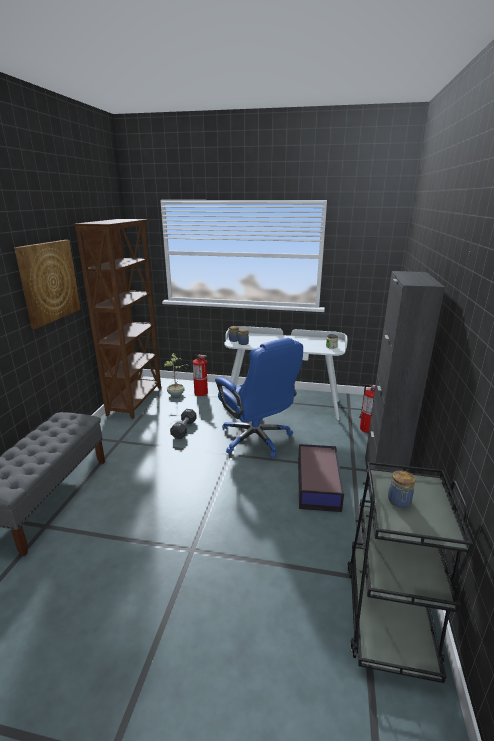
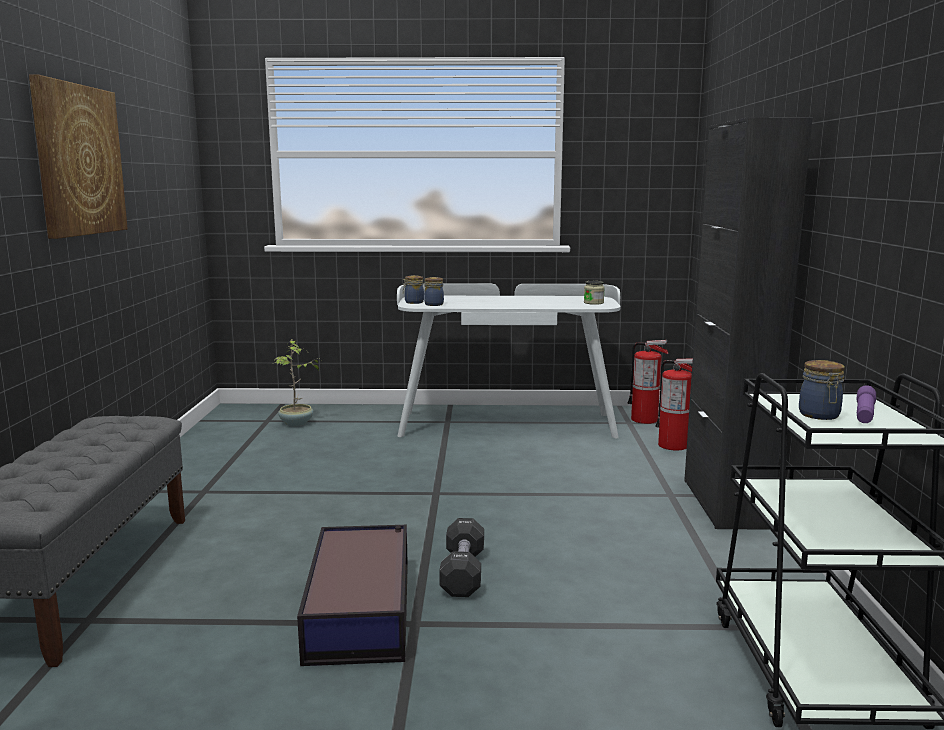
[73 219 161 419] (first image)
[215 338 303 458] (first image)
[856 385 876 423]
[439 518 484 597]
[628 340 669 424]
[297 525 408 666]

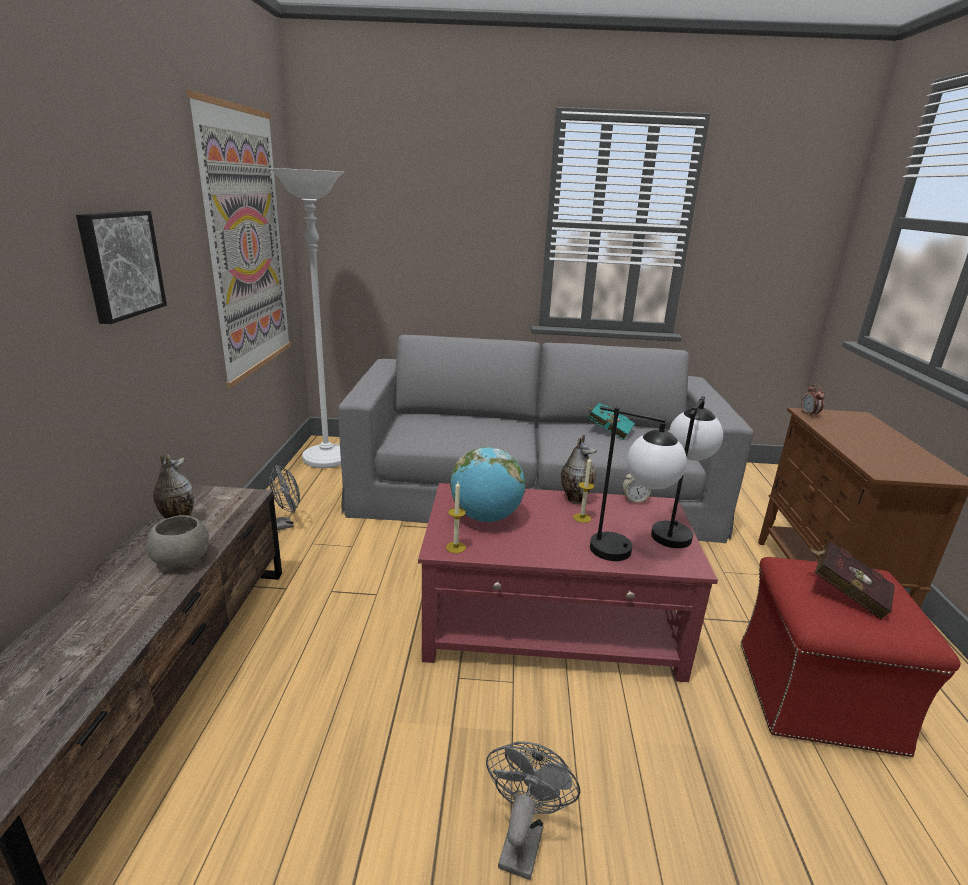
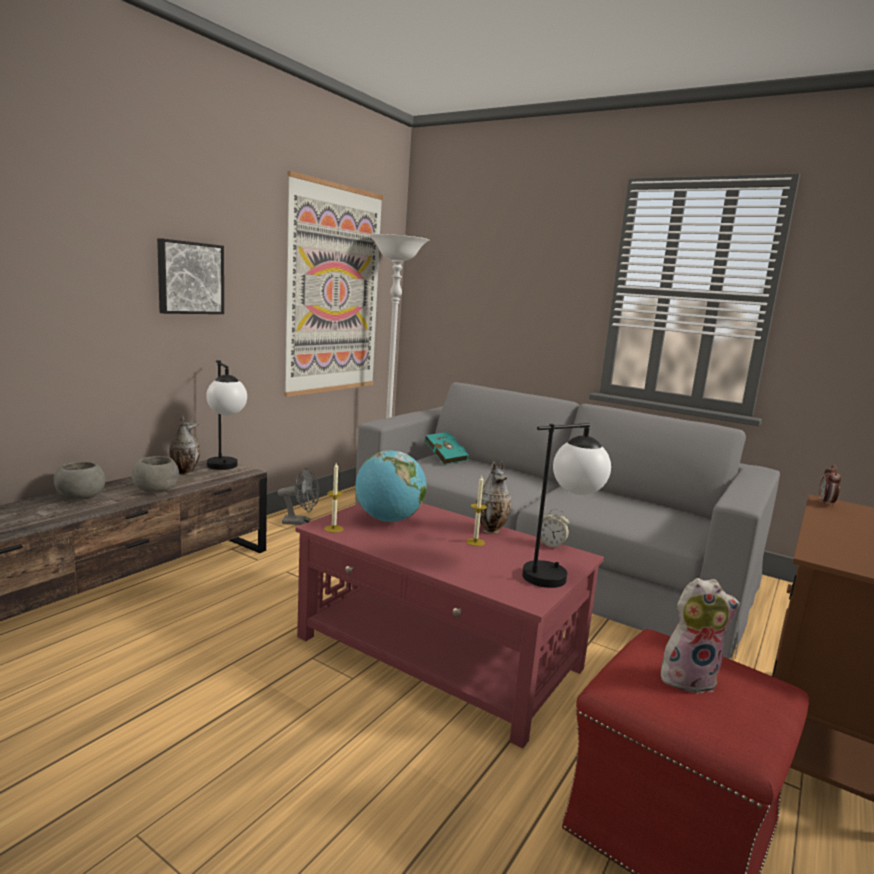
[486 741 580 880] (first image)
[53 462 105 500]
[424 432 469 465]
[206 360 247 470]
[661 578 740 694]

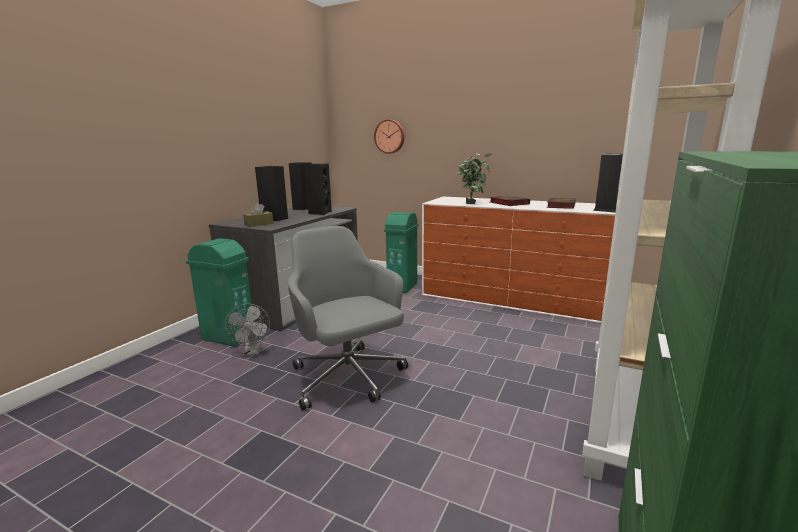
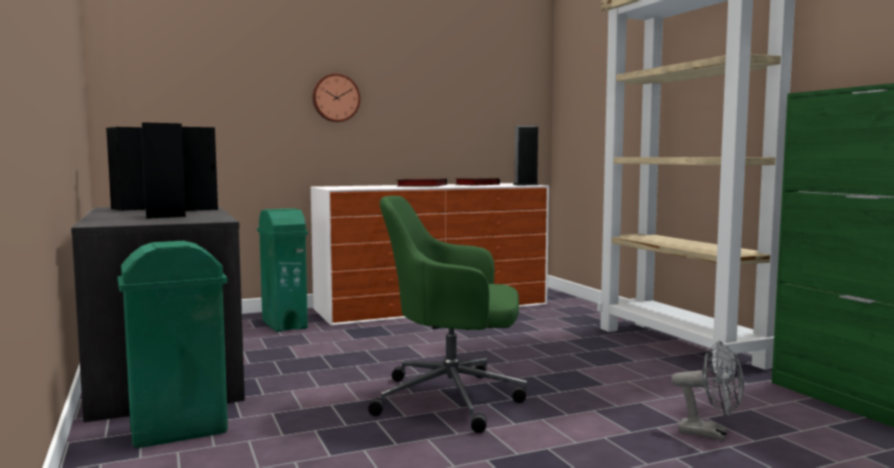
[243 203 273 227] (first image)
[455 153 491 204] (first image)
[671 340 744 440]
[312 73 360 122]
[368 196 527 433]

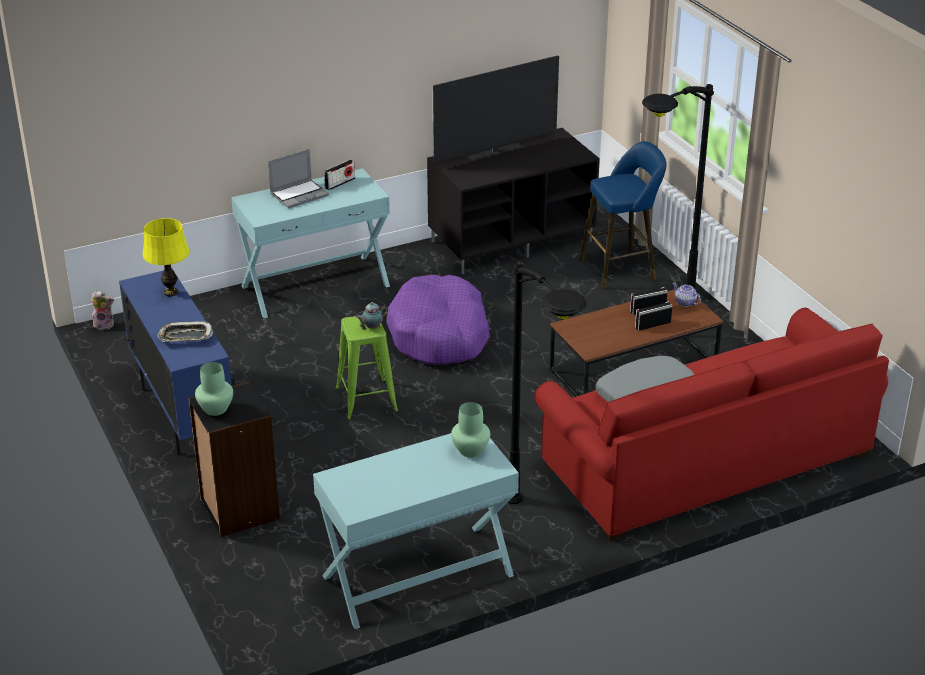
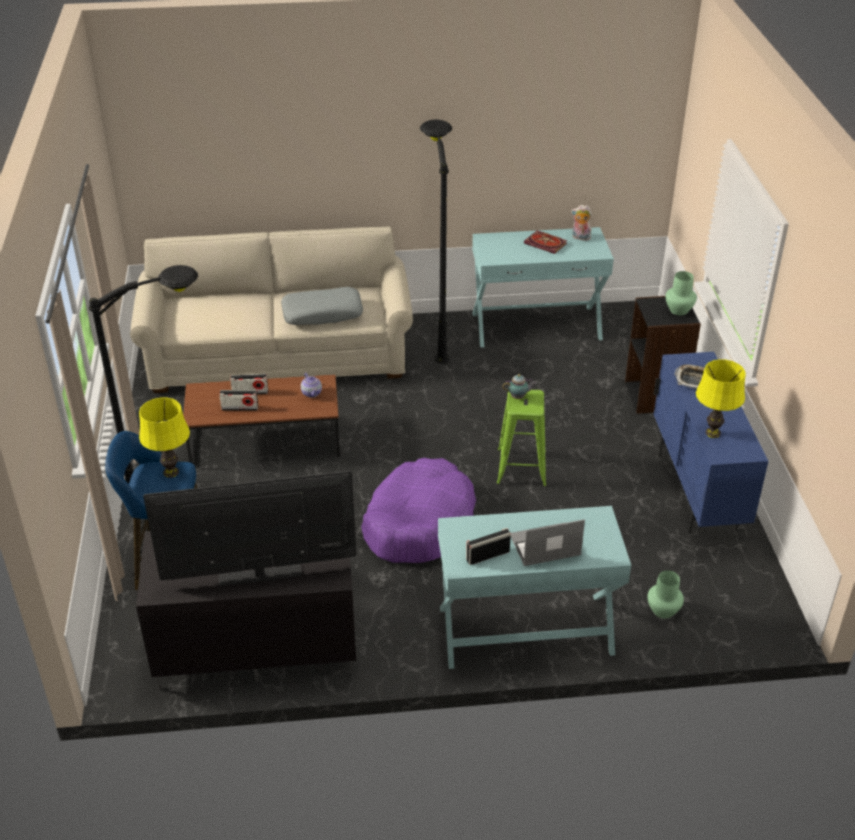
[139 398 190 478]
[524 230 567 254]
[571 205 592 241]
[647 570 684 619]
[301 373 322 398]
[130 227 413 393]

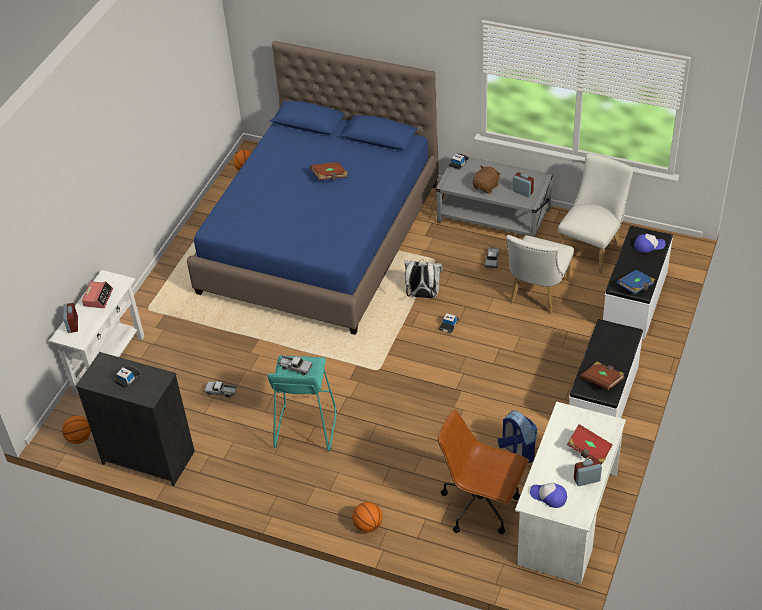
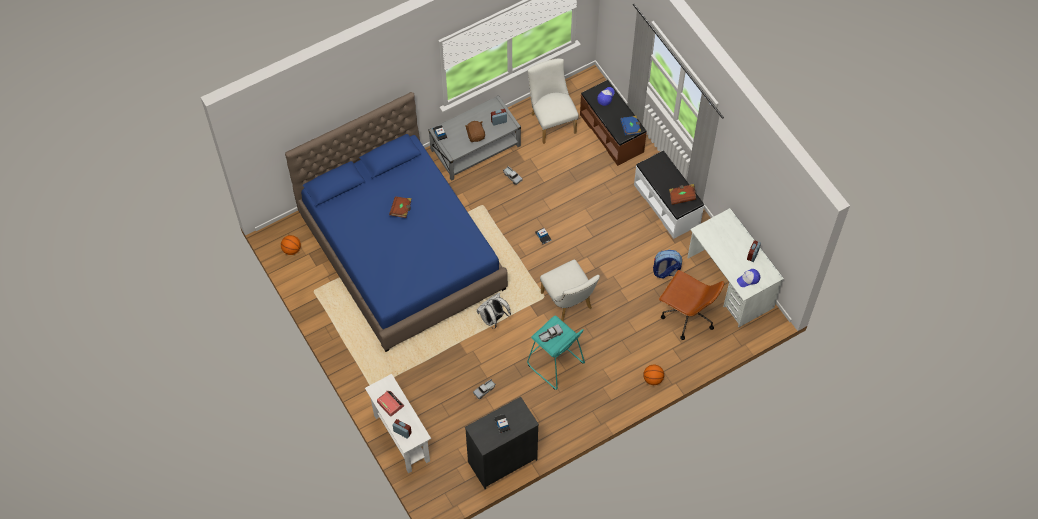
[62 416 91 444] (first image)
[567 424 613 465] (first image)
[477 292 511 329]
[540 260 600 322]
[580 80 647 166]
[659 270 724 340]

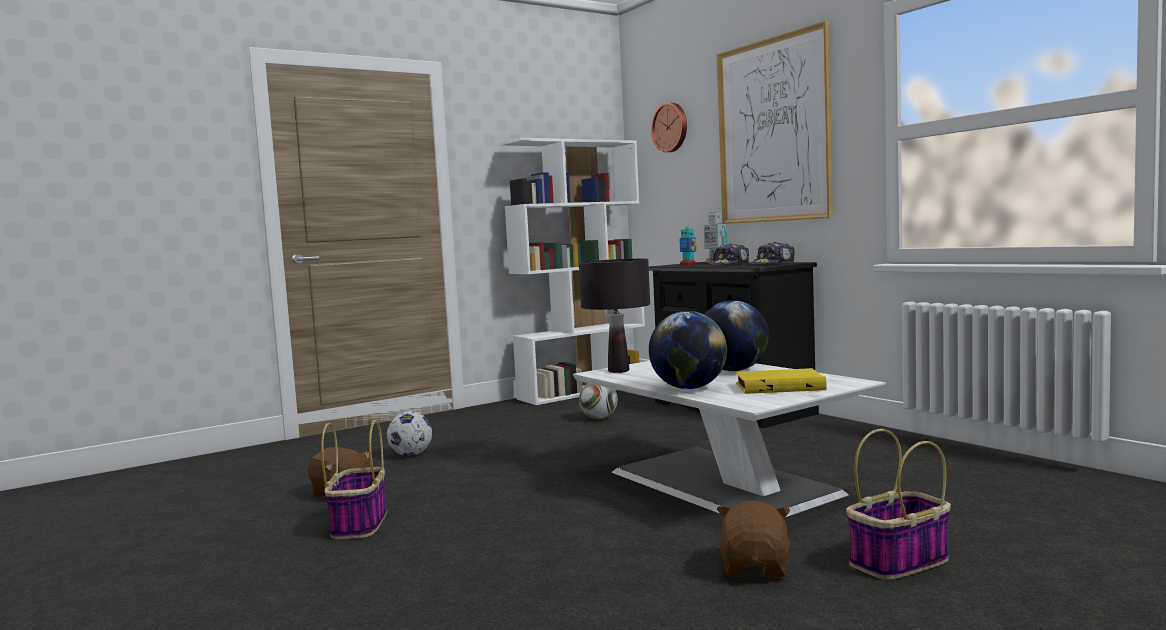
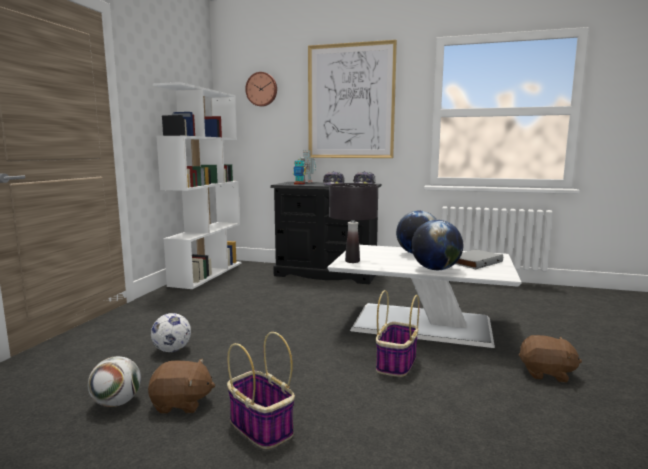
[88 356 141 407]
[376 290 420 377]
[455 249 503 269]
[519 335 582 383]

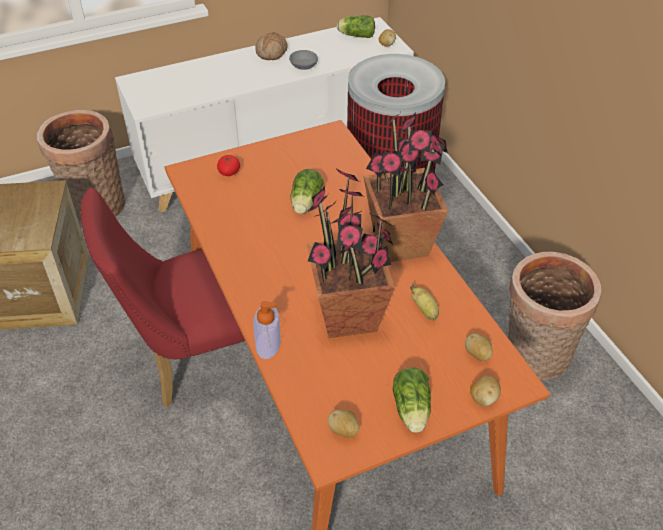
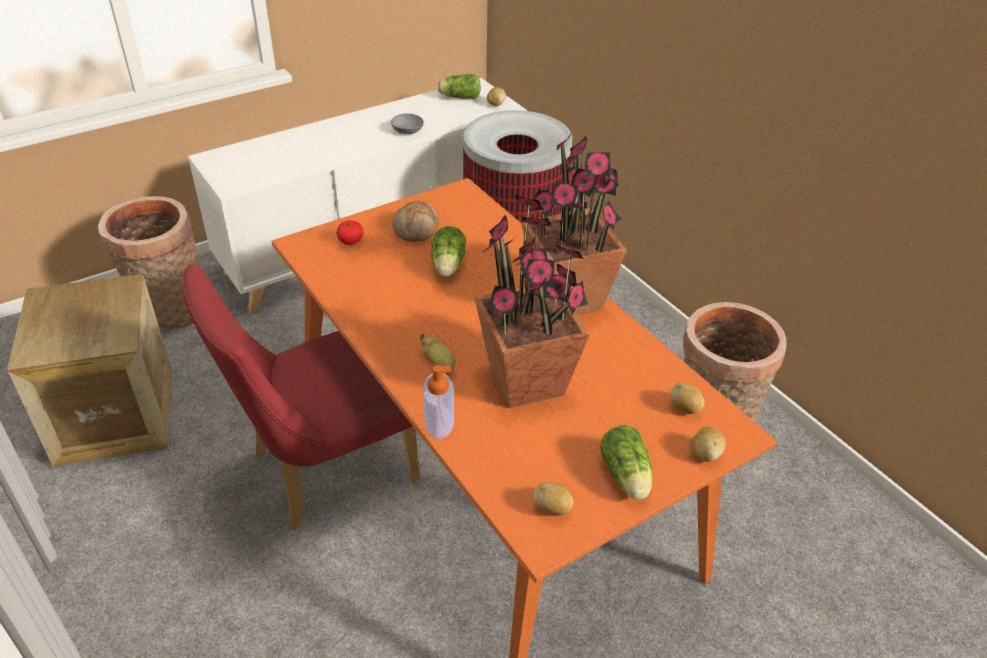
[393 200 439 242]
[420 333 455 370]

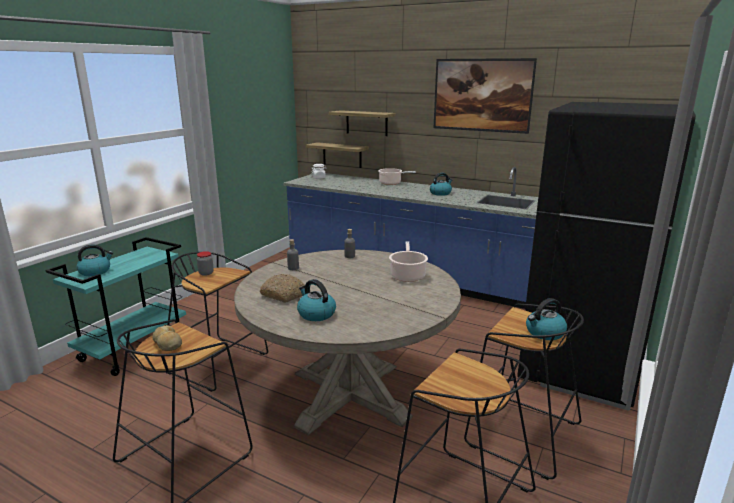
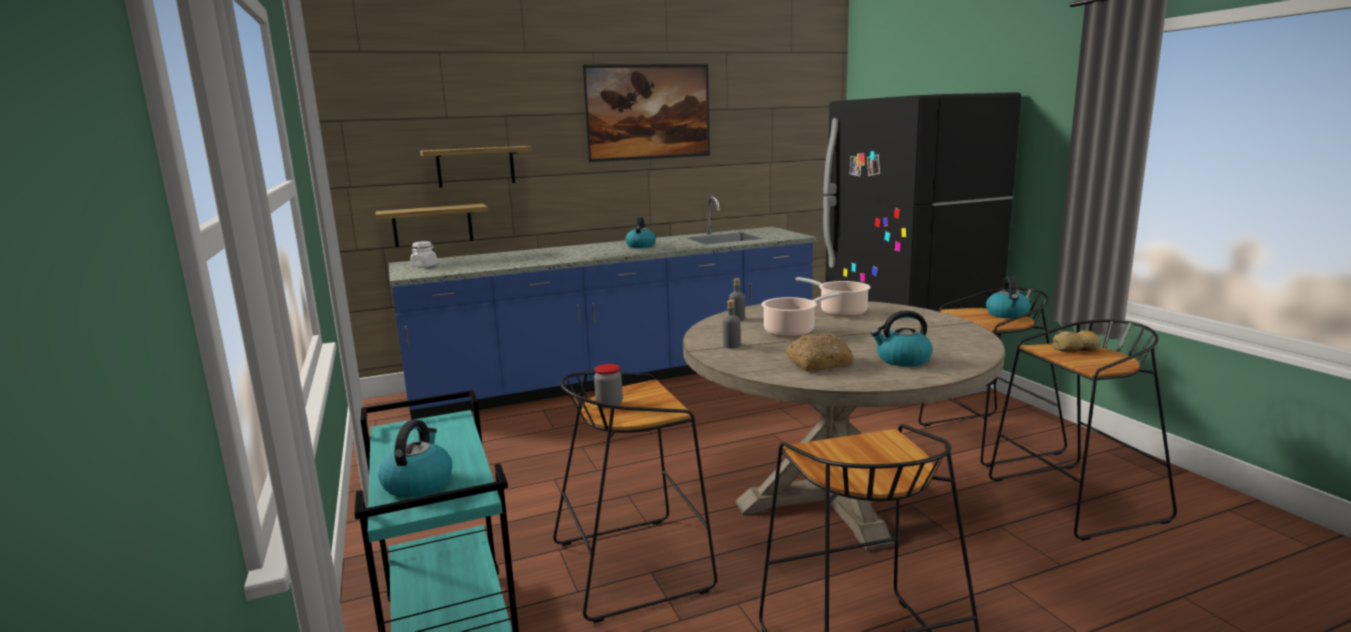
[1052 331 1101 352]
[761 293 840 337]

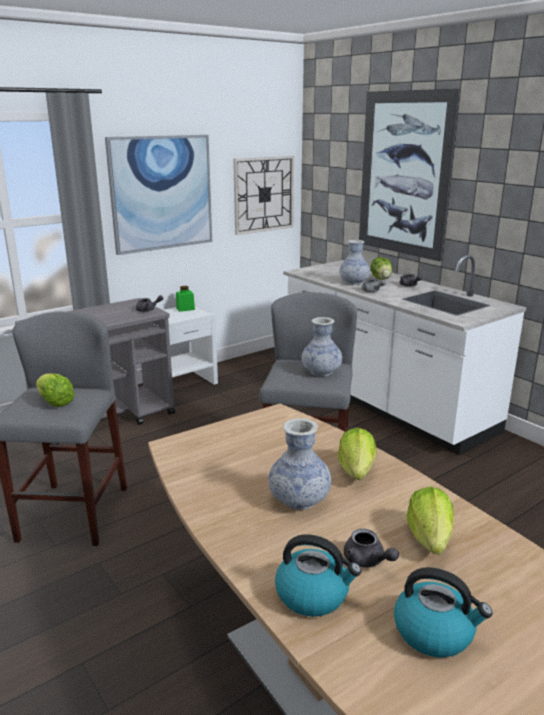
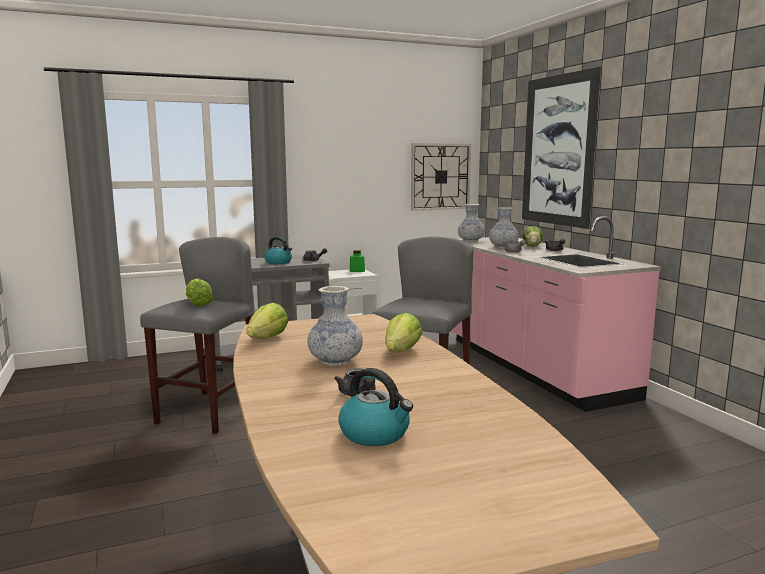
[105 135 212 255] (first image)
[264 237 292 264]
[458 204 485 242]
[246 303 288 339]
[451 216 661 412]

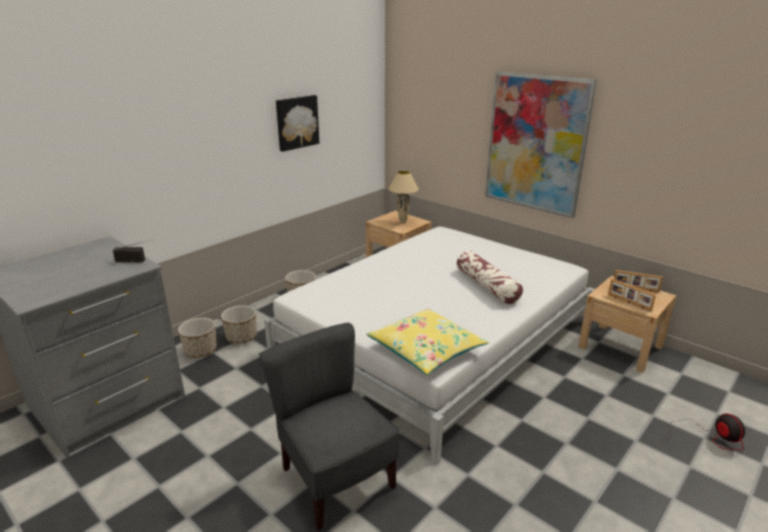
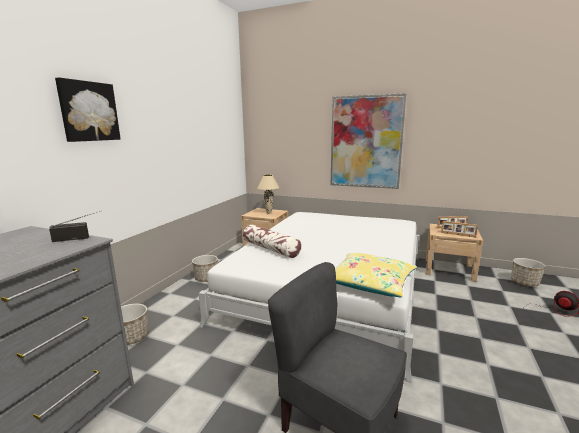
[511 258 545 287]
[55 77 121 142]
[243 225 301 258]

